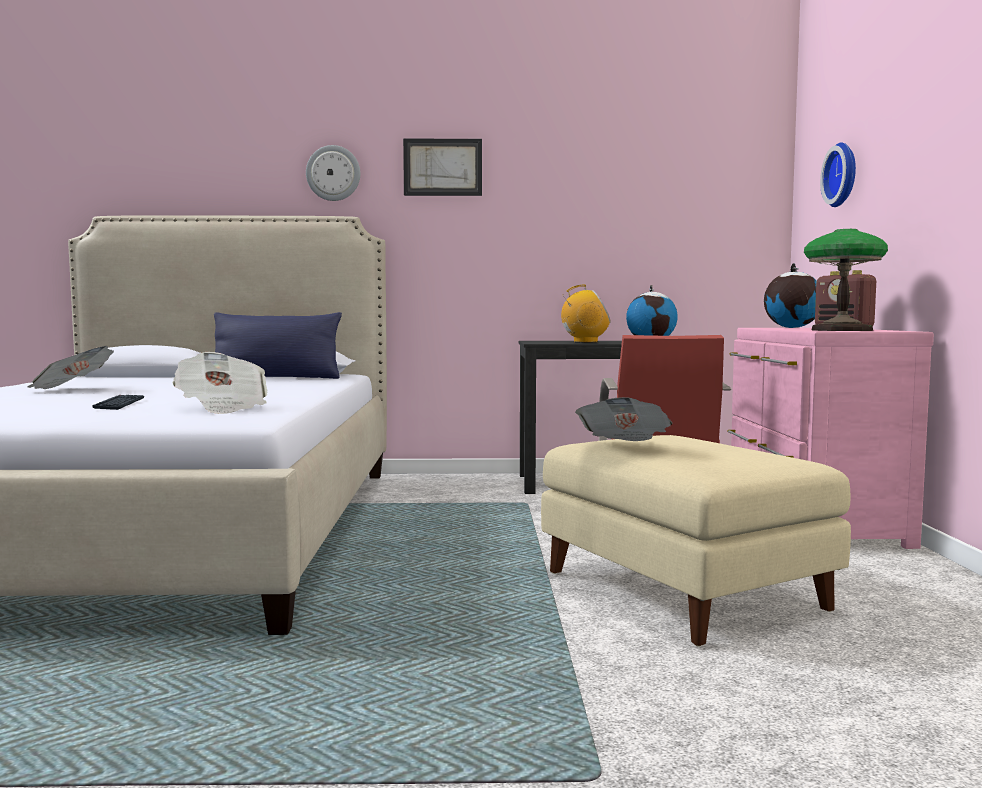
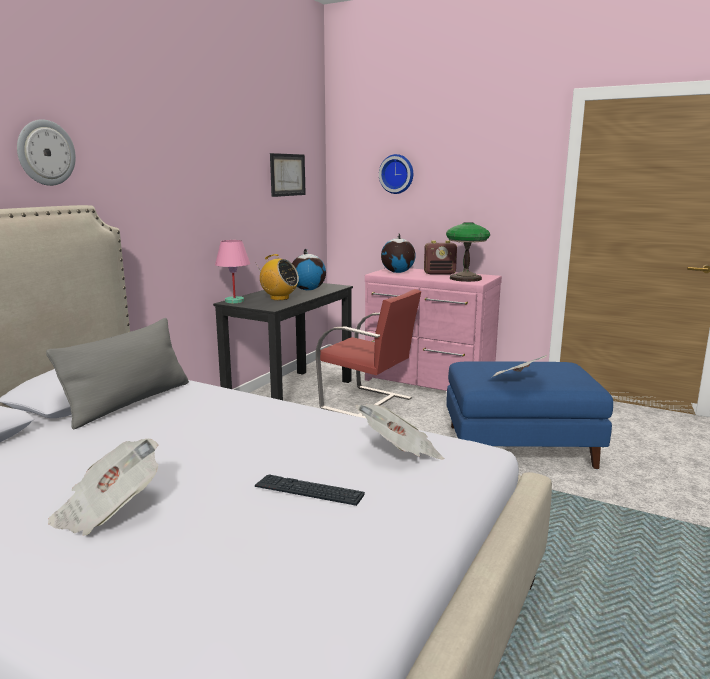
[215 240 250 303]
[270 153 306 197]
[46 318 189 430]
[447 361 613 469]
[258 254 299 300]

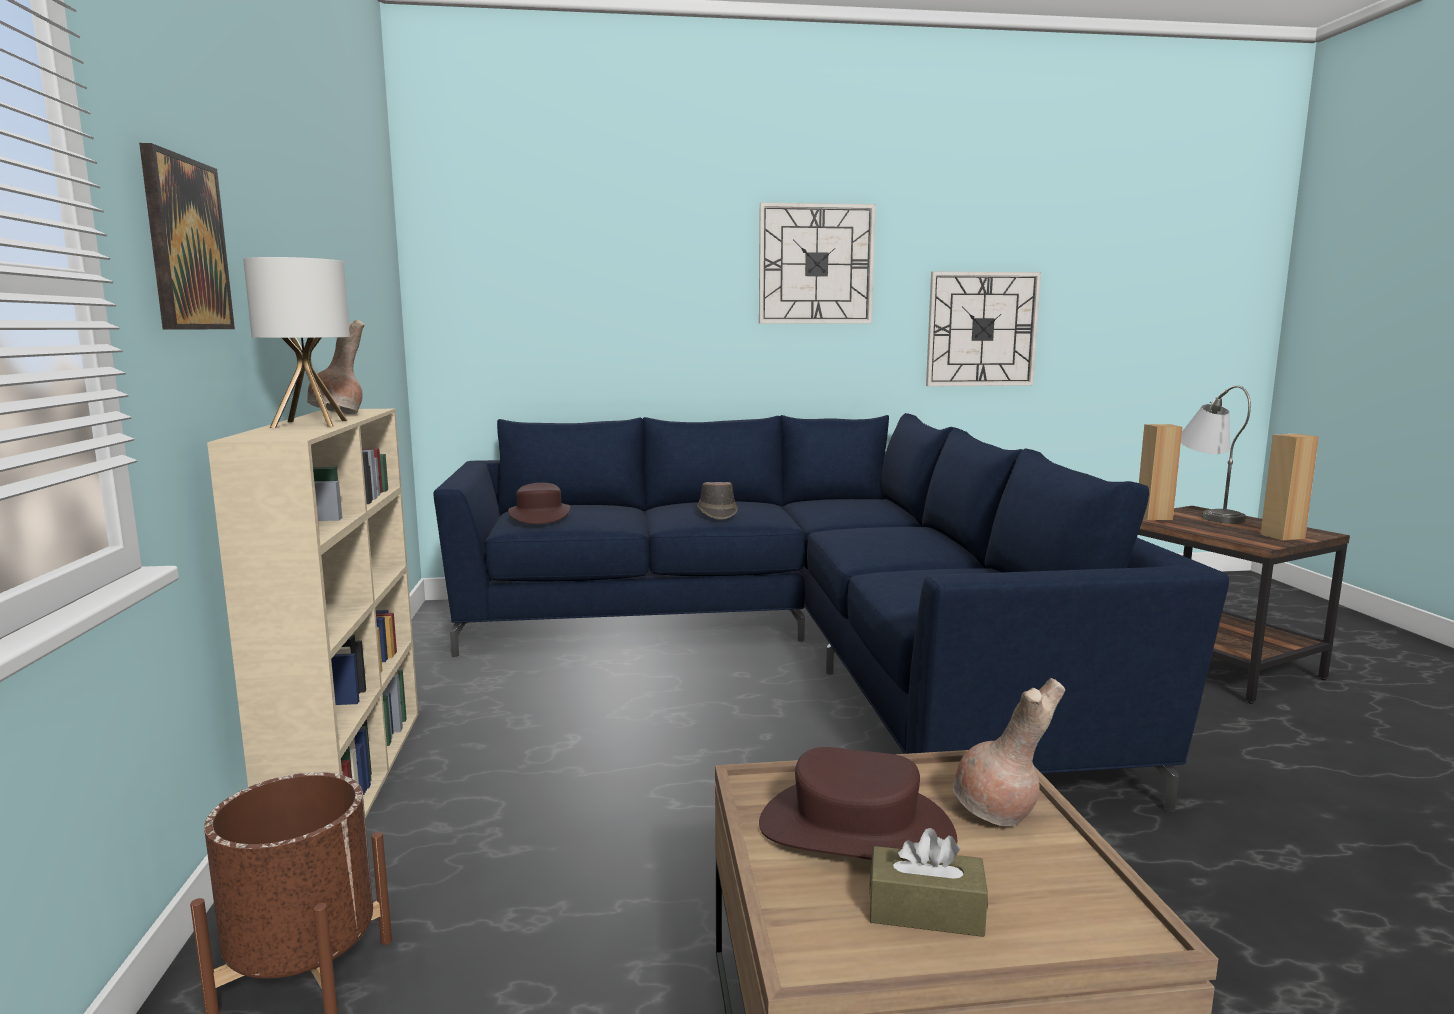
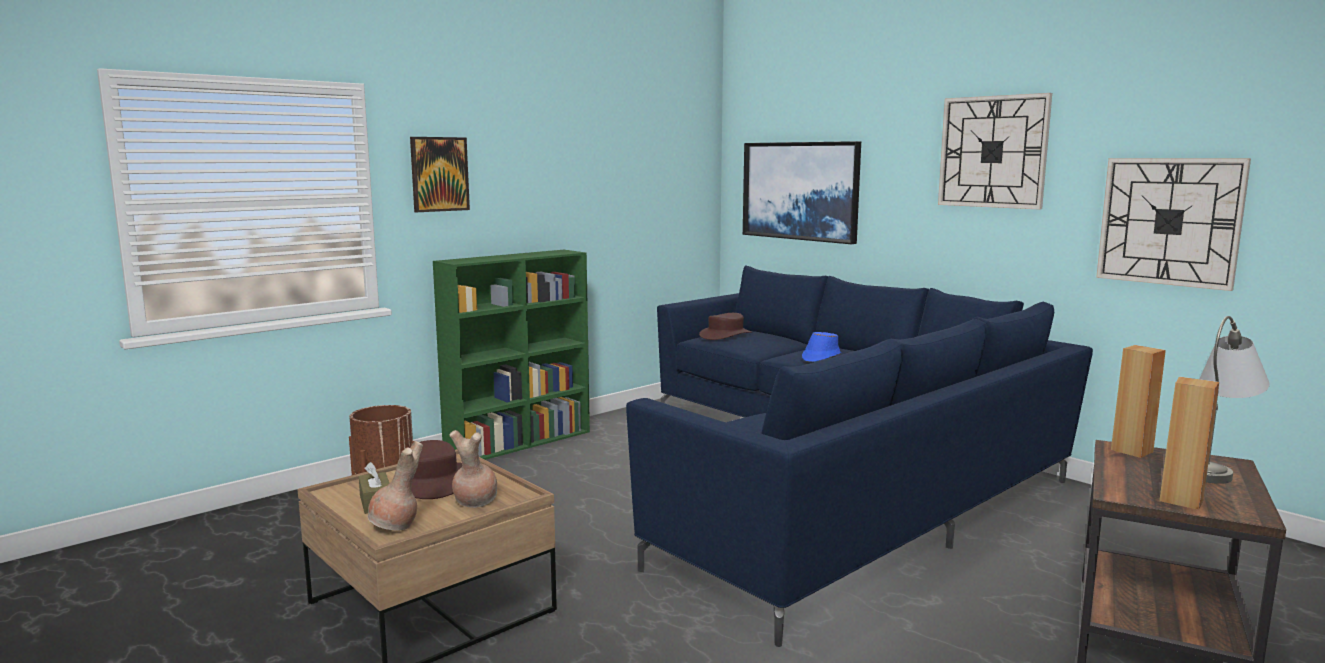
[243 257 350 428] (first image)
[743 141 861 244]
[368 441 423 531]
[433 250 590 460]
[802 332 841 362]

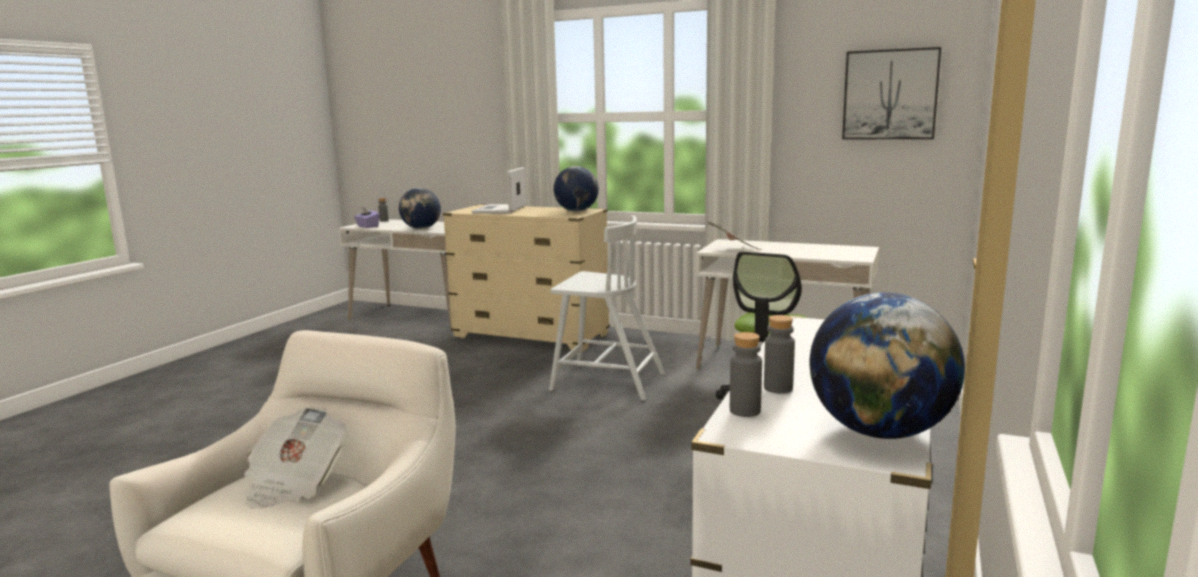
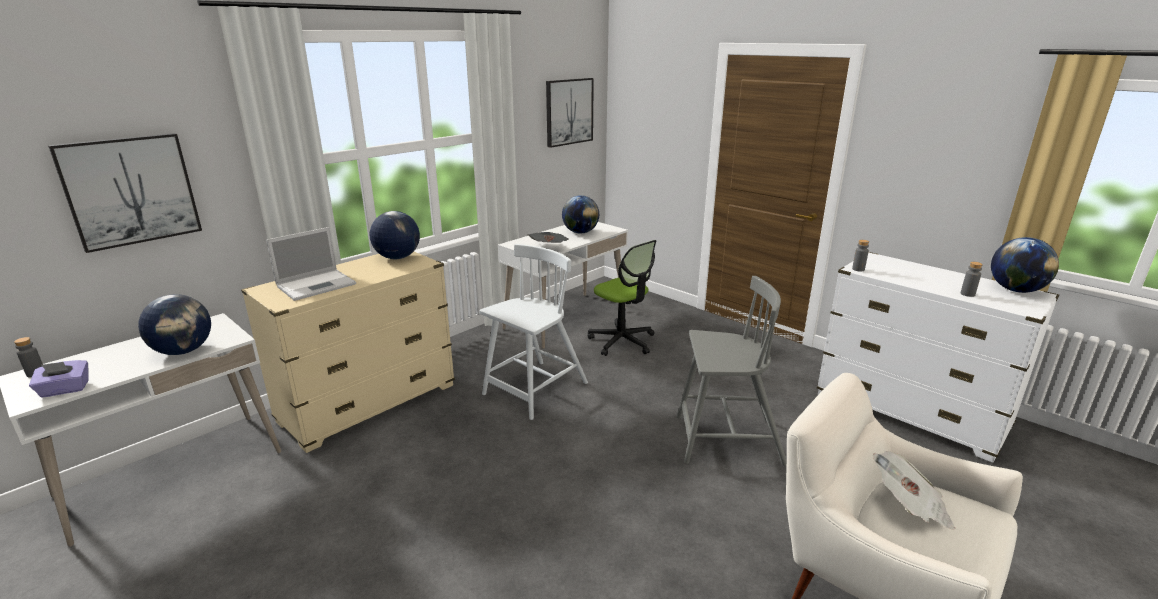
[48 133 202 253]
[562 195 599 234]
[676 276 787 466]
[852 240 869 271]
[266 227 356 301]

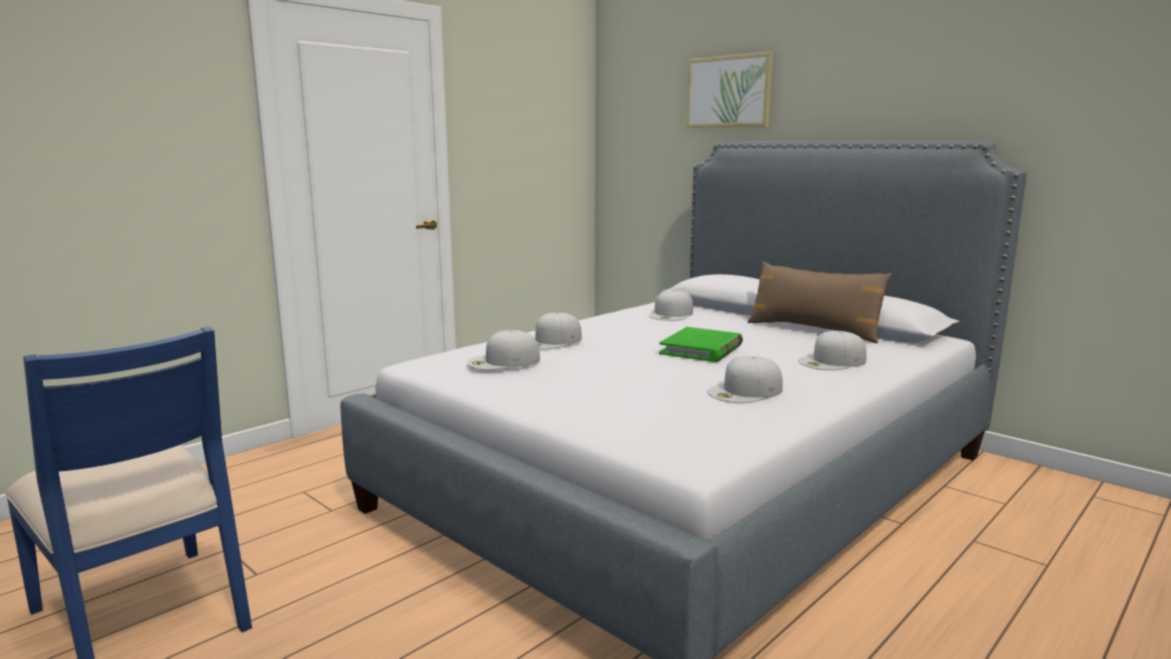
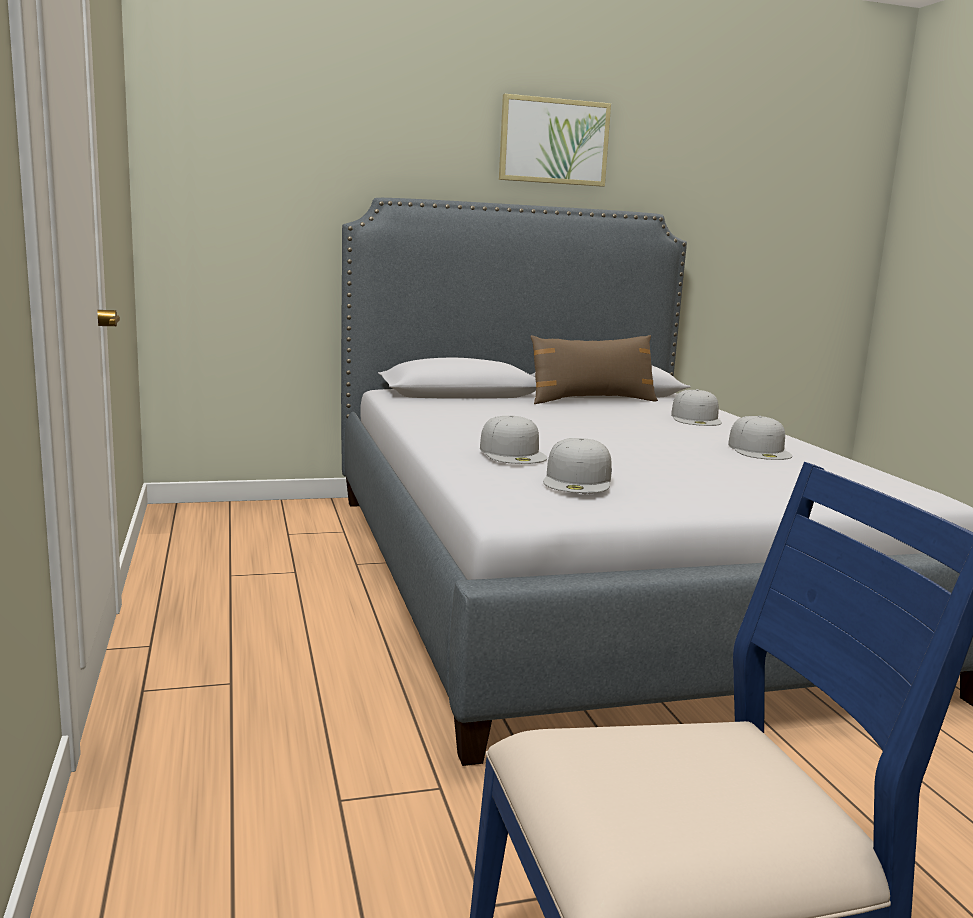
[649 290 693 321] (first image)
[659 327 743 362] (first image)
[499 94 611 187]

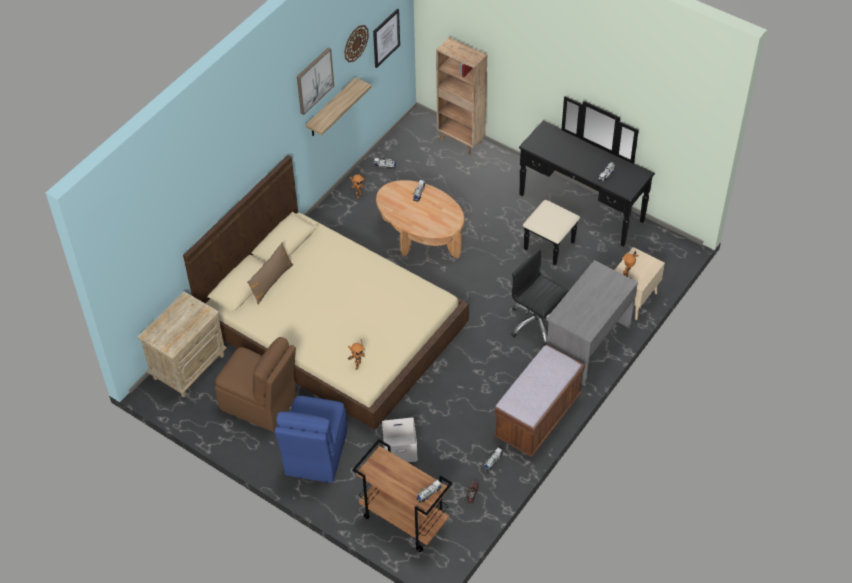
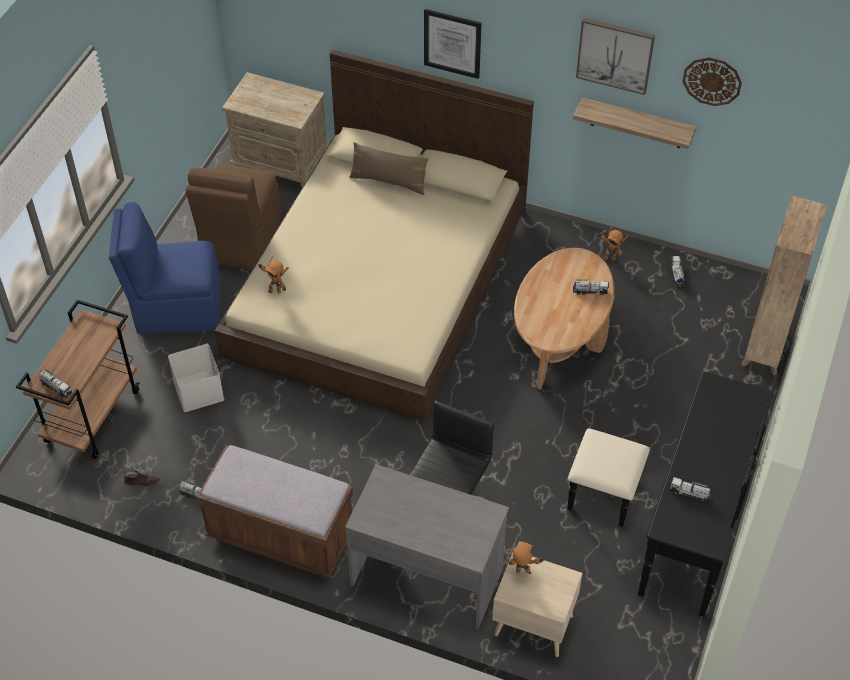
[424 9 482 79]

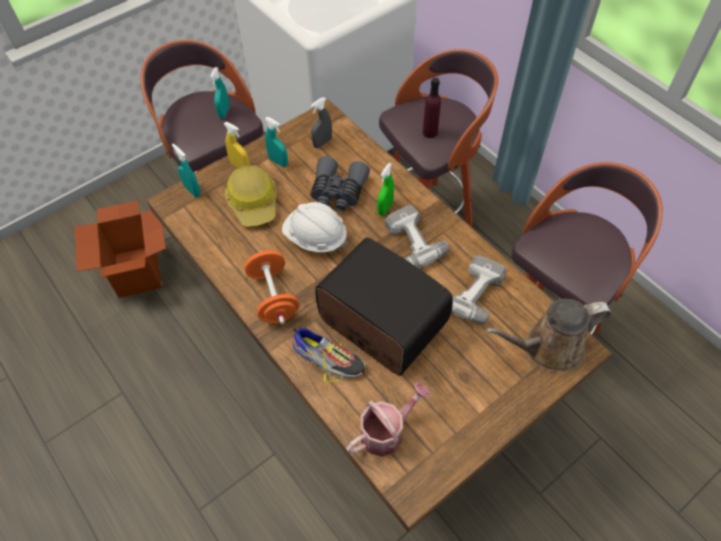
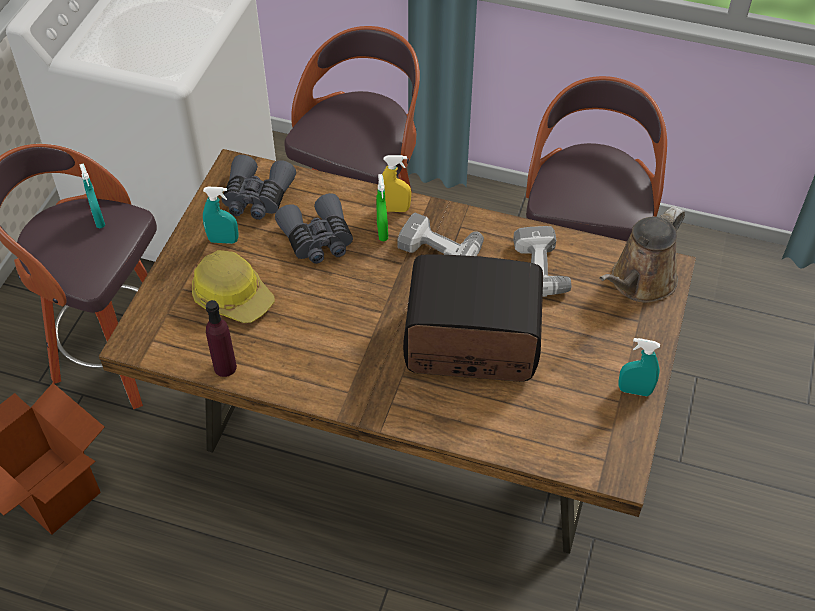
[244 250 299 324] (first image)
[282 202 347 252] (first image)
[293 328 365 383] (first image)
[346 383 431 457] (first image)
[618 338 660 396]
[382 155 411 212]
[206 300 237 377]
[222 155 296 220]

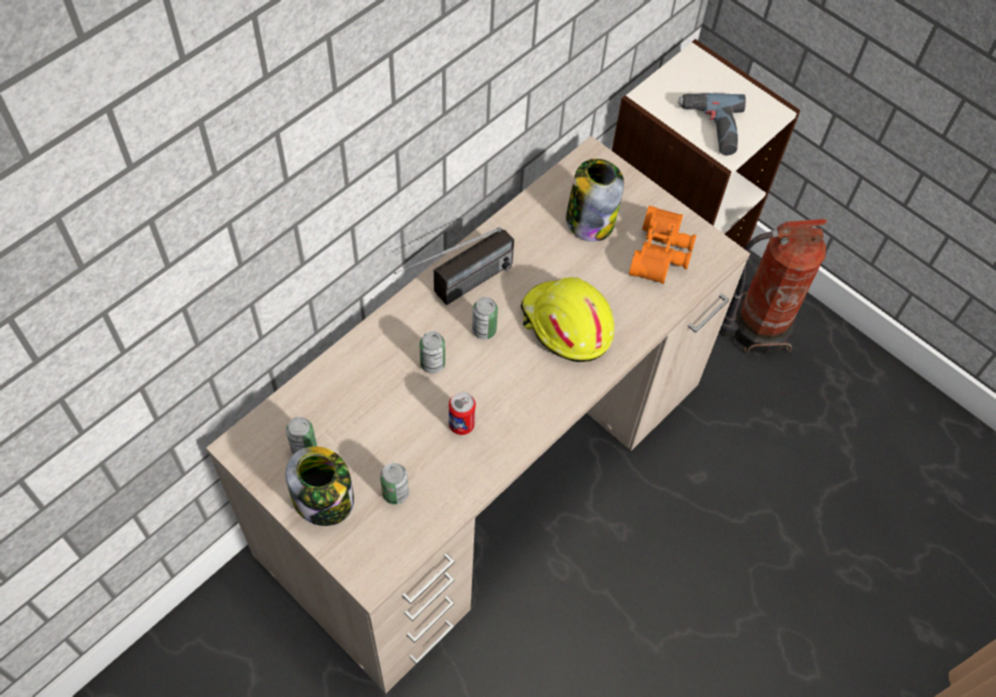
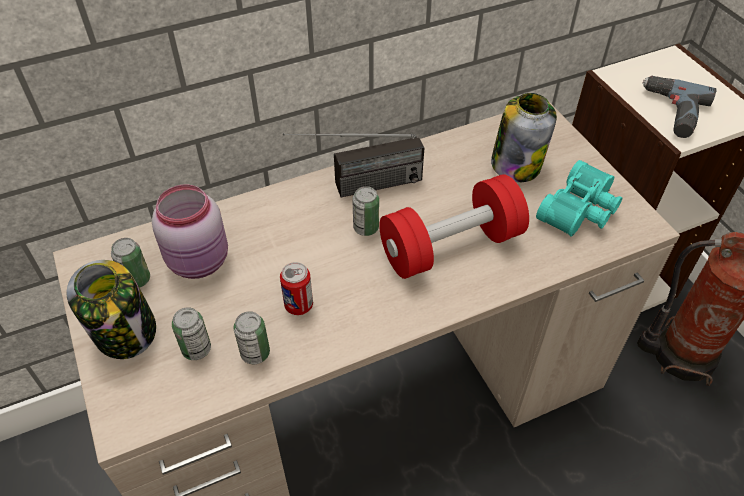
[152 184 228 279]
[234 311 270 364]
[379 174 529 279]
[536 160 622 237]

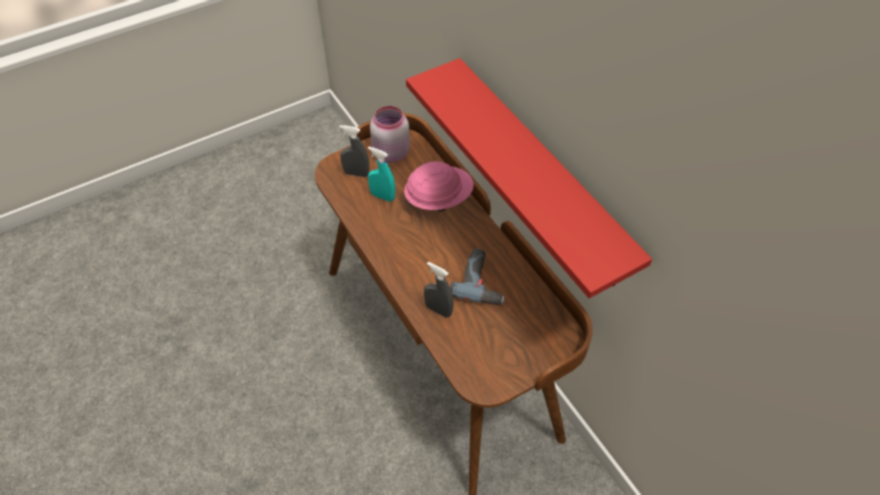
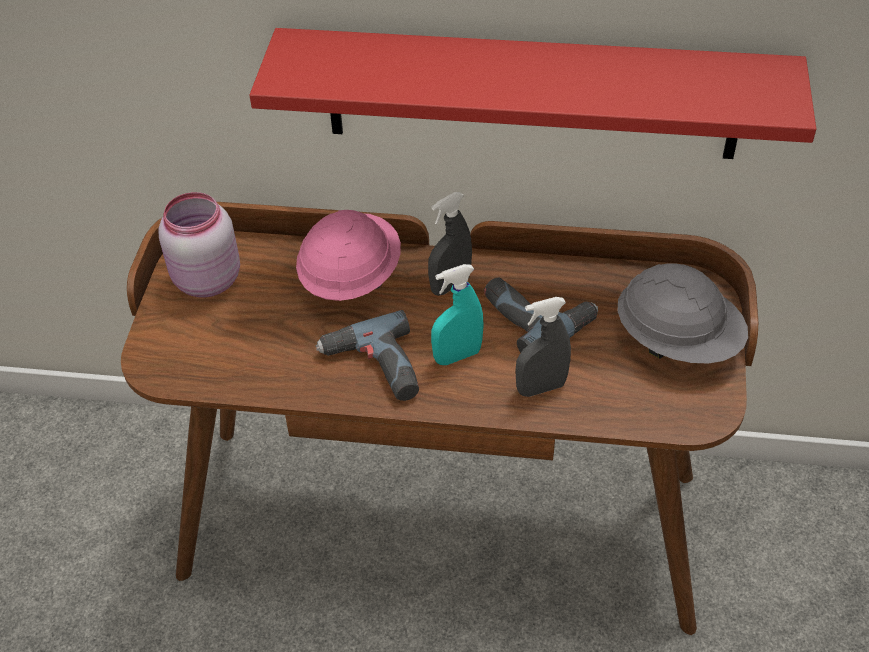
[316 310 419 401]
[618 263 748 363]
[428 192 472 296]
[431 264 483 365]

